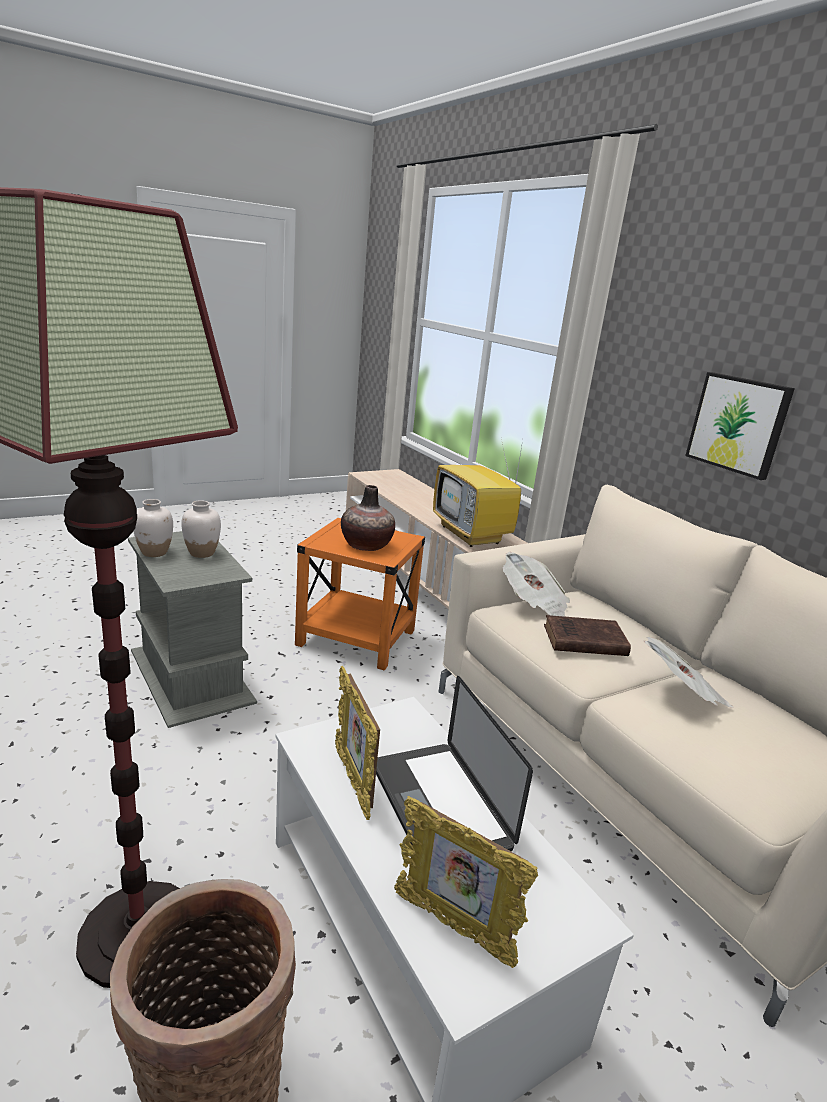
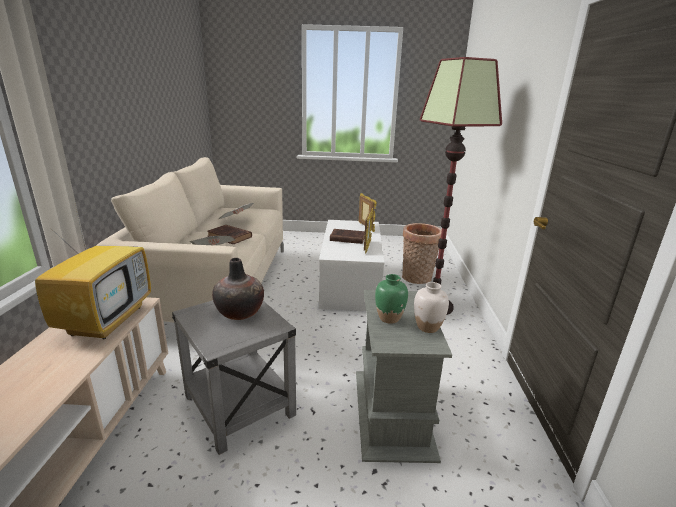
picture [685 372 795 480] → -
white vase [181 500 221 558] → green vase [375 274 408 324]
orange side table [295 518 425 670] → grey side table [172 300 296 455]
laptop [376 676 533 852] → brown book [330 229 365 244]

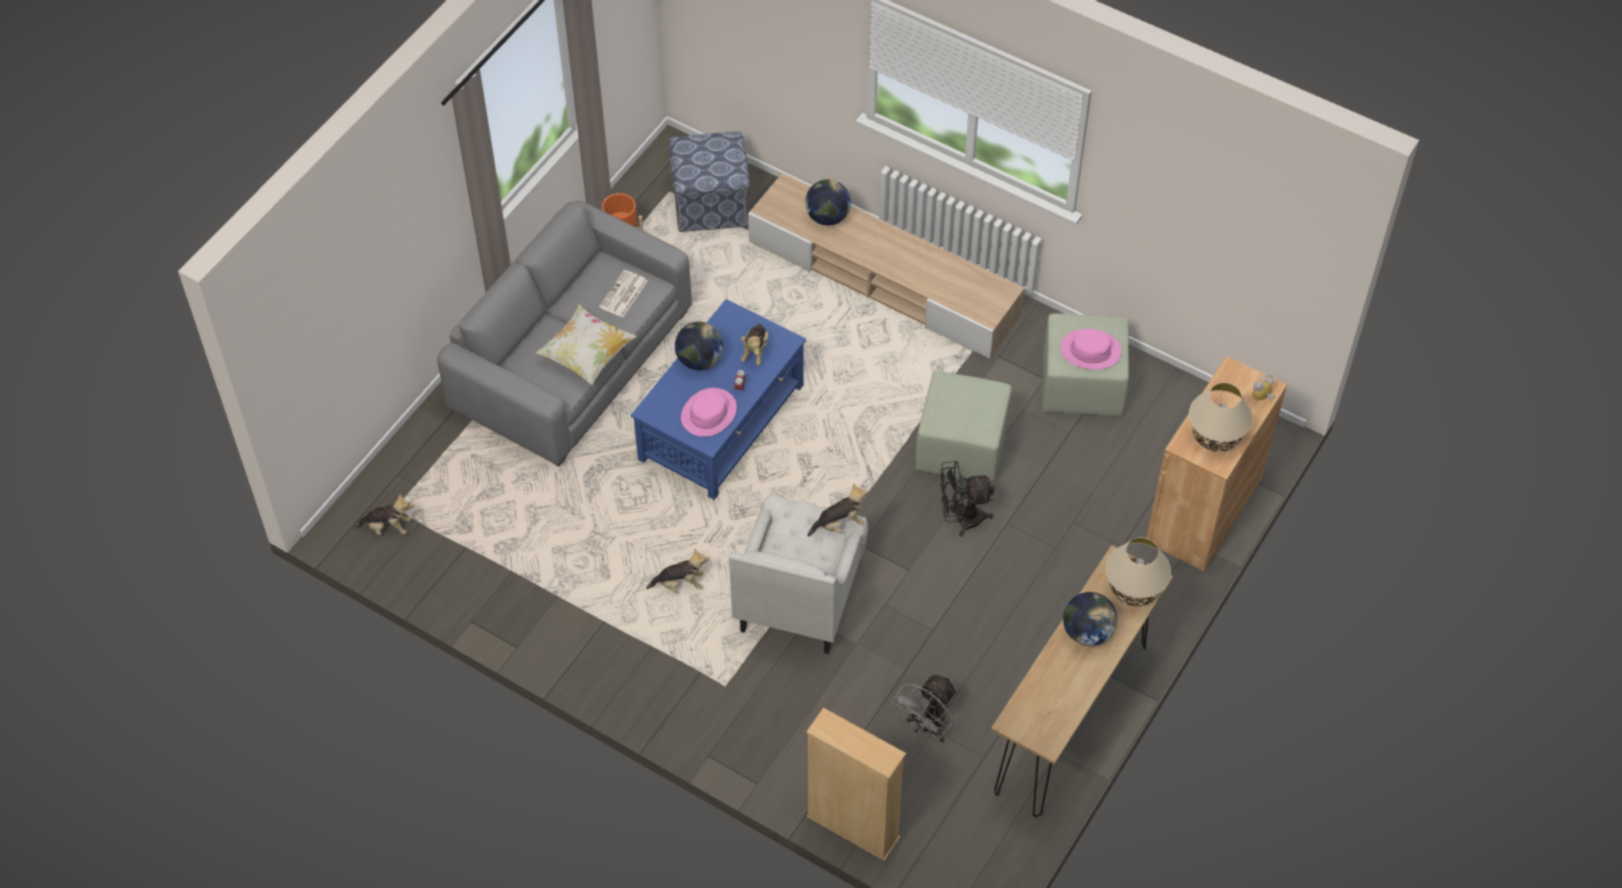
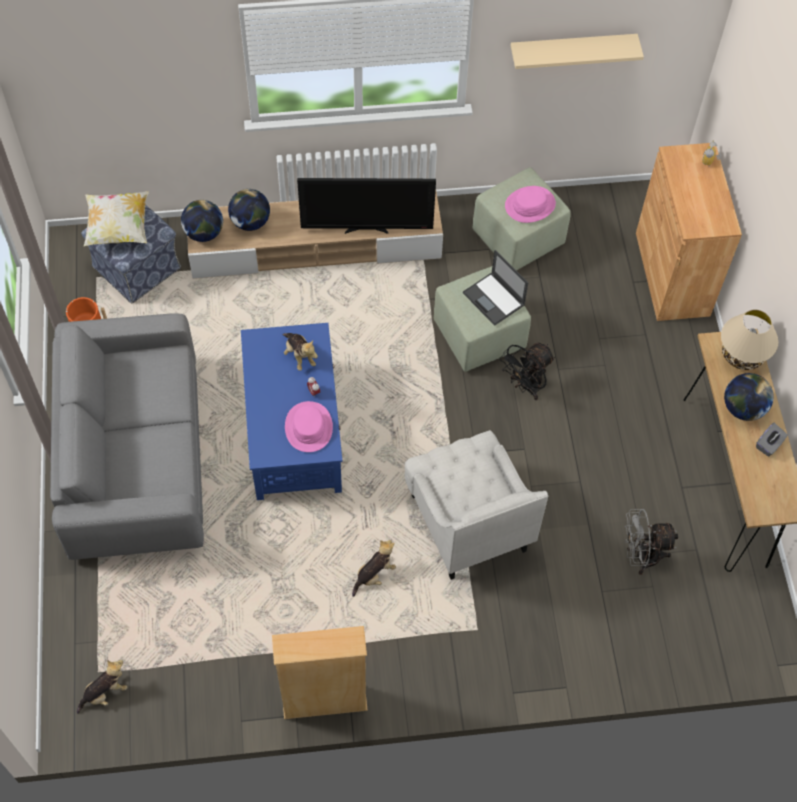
newspaper [599 270 647 317] → -
pillow [536 305 636 385] → pillow [84 191 149 246], relocated
globe [675 322 723 370] → globe [181 200 223 242], relocated
beige table lamp [1189 383 1253 451] → -
plush toy [807 484 867 537] → -
grey fan [892 675 957 743] → grey fan [625 509 678 575], 90 degrees clockwise
beige bookcase [806 708 906 861] → beige bookcase [272 626 367 719], relocated
- → beige shelf [511 34 644 69]
- → television [297 178 436 234]
- → laptop [463 250 528 326]
- → grey tissue box [756 423 788 456]

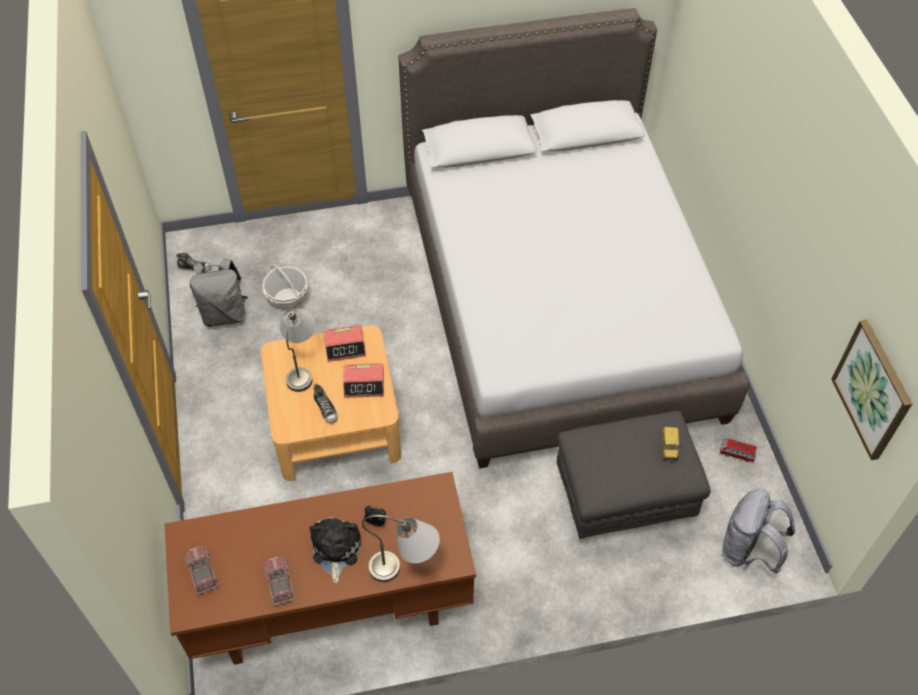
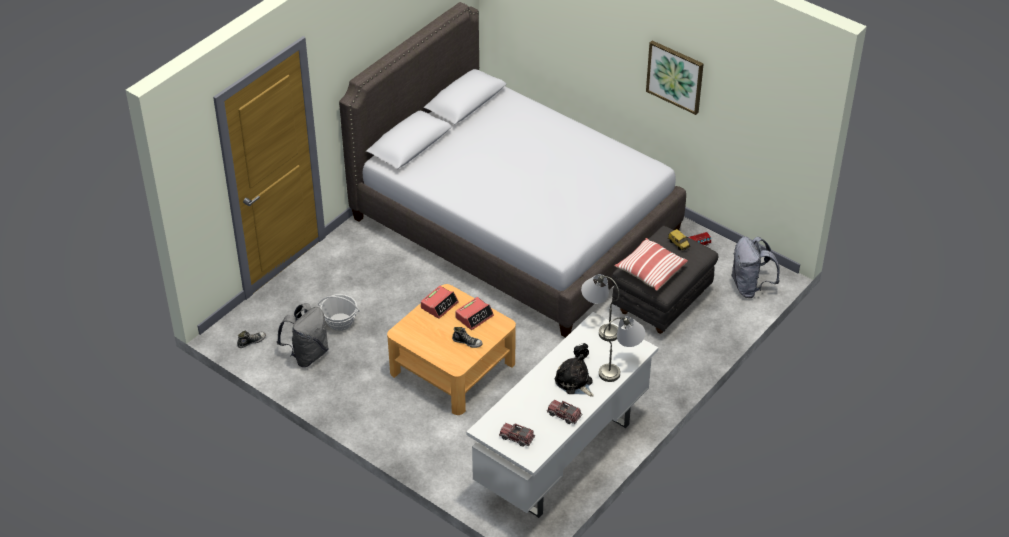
grey table lamp [280 308 315 392] → grey table lamp [581 274 619 341], relocated
picture [831 320 912 460] → picture [646 41 704 115], relocated
brown desk [165 472 476 665] → white desk [466 312 658 518]
- → pillow [615 238 688 291]

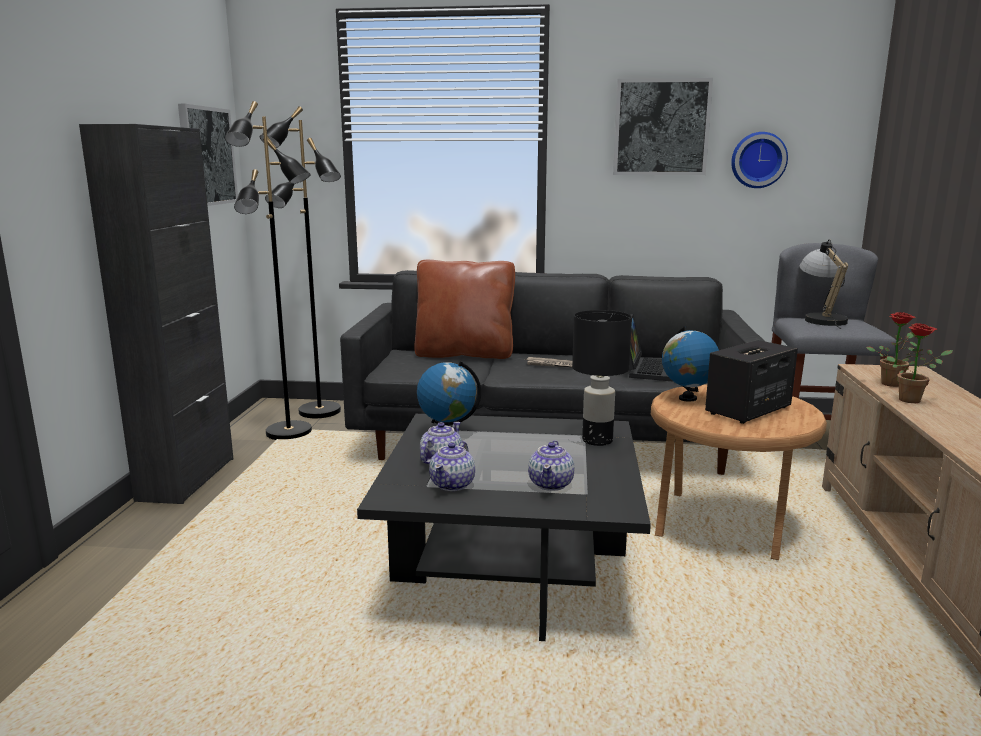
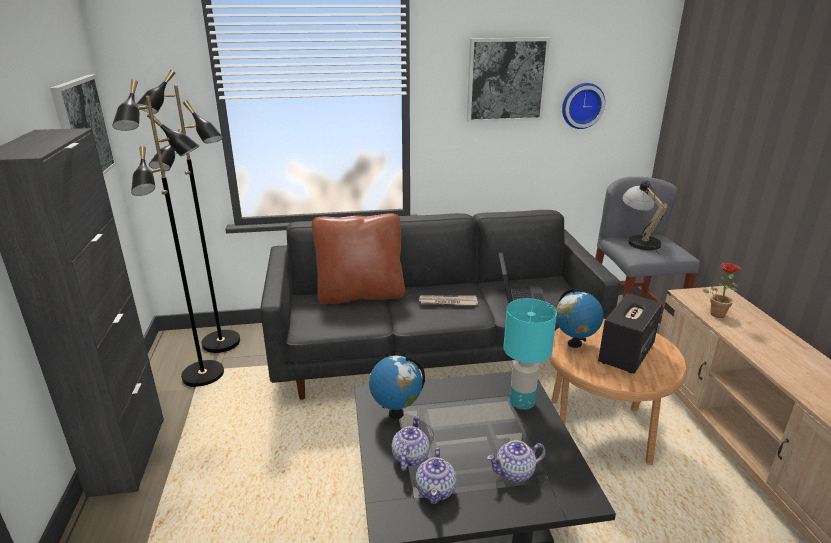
black table lamp [572 310 632 446] → turquoise table lamp [503 298 557 410]
potted plant [887 323 953 403] → -
teapot [528 440 574 491] → teapot [487 440 546 482], 75 degrees clockwise

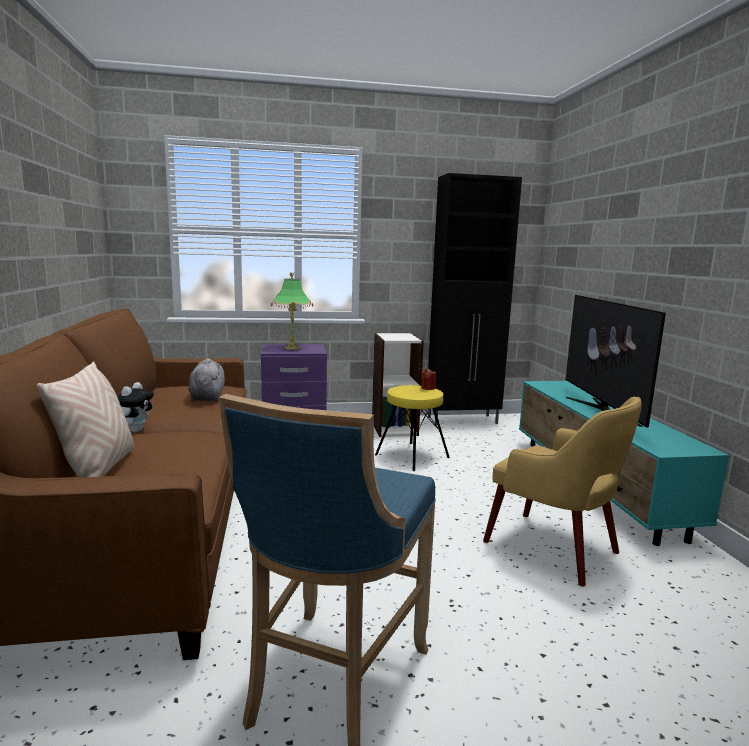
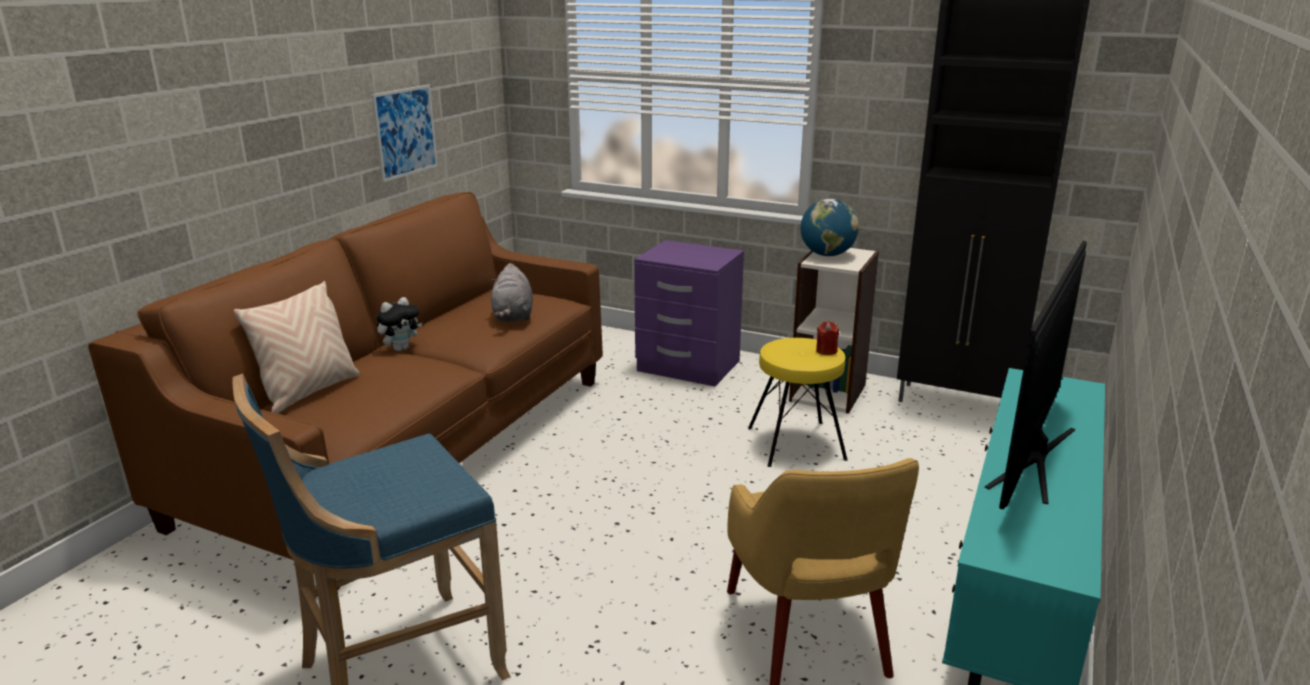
table lamp [271 272 313 350] → -
grey plush toy [189 358 225 401] → grey plush toy [490 263 533 322], 150 degrees clockwise
- → picture [372 85 438 182]
- → globe [801 199 859 256]

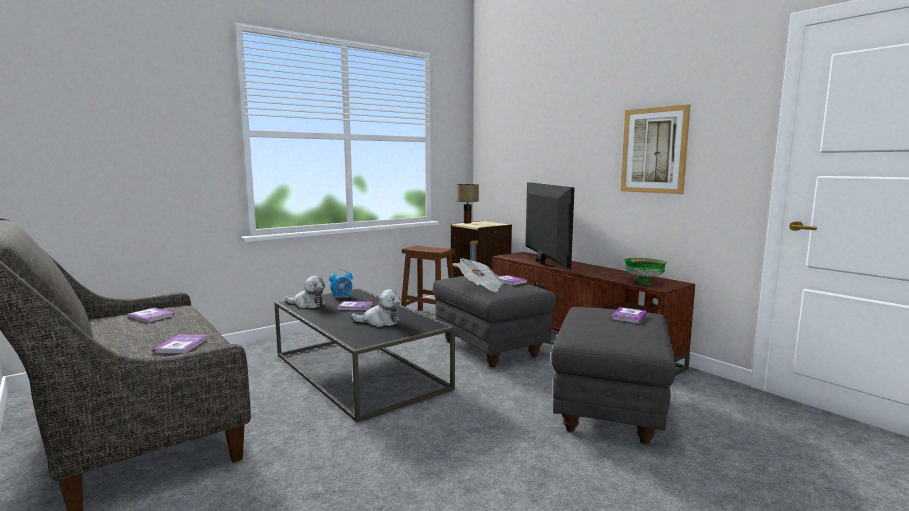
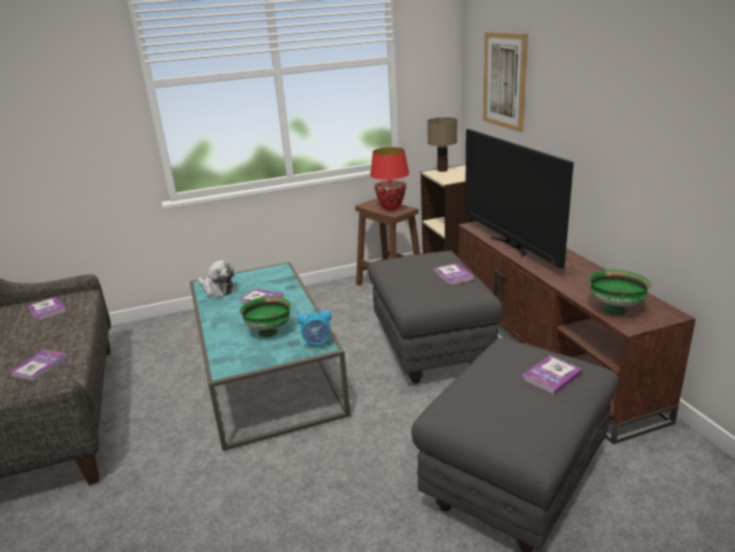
picture [621 104 690 194] → picture [483 32 528 132], relocated
television [525 182 575 269] → television [465 129 574 269], 150 degrees clockwise
newspaper [458 259 503 292] → -
alarm clock [329 269 353 299] → alarm clock [297 306 332 348], relocated
black coffee table [274 288 455 423] → turquoise coffee table [190 262 350 451]
plush toy [351 289 401 327] → green bowl [240 296 291 337]
- → red table lamp [370 147 409 211]

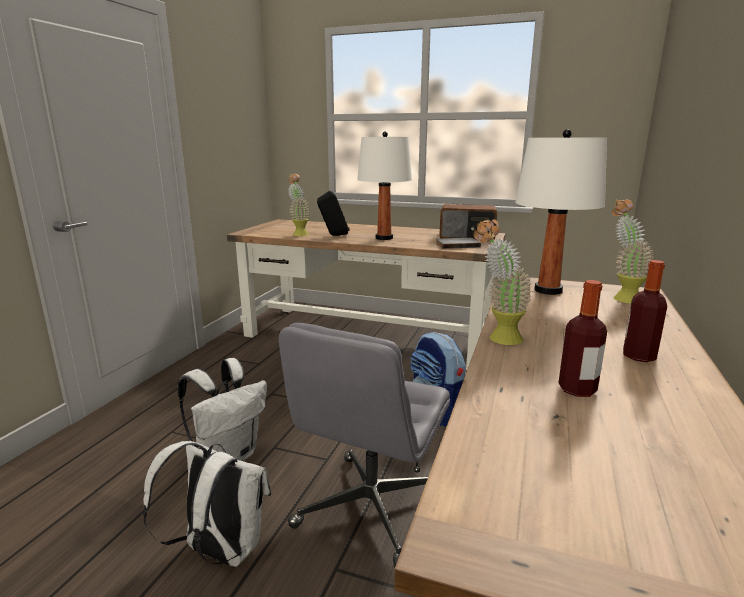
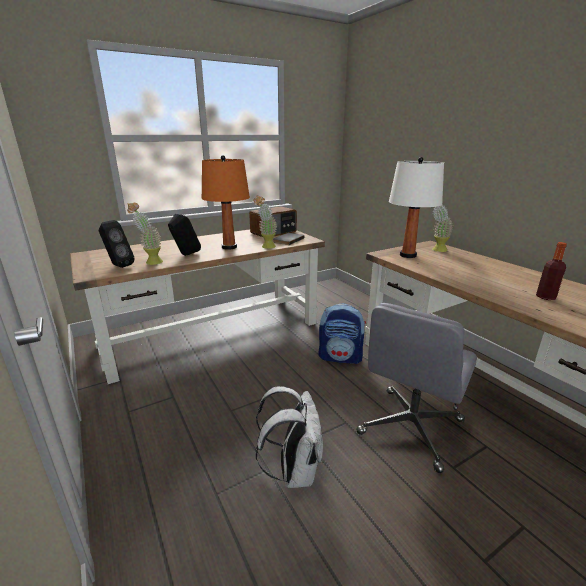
white table lamp [357 131 412 240] → orange table lamp [201 155 250 250]
potted plant [473 219 532 345] → potted plant [253 196 277 249], relocated
bottle [623 260 667 362] → -
grey office chair [279 323 450 568] → grey office chair [356 303 477 473], 60 degrees clockwise
white backpack [142 441 271 567] → -
- → black speaker [99 220 135 268]

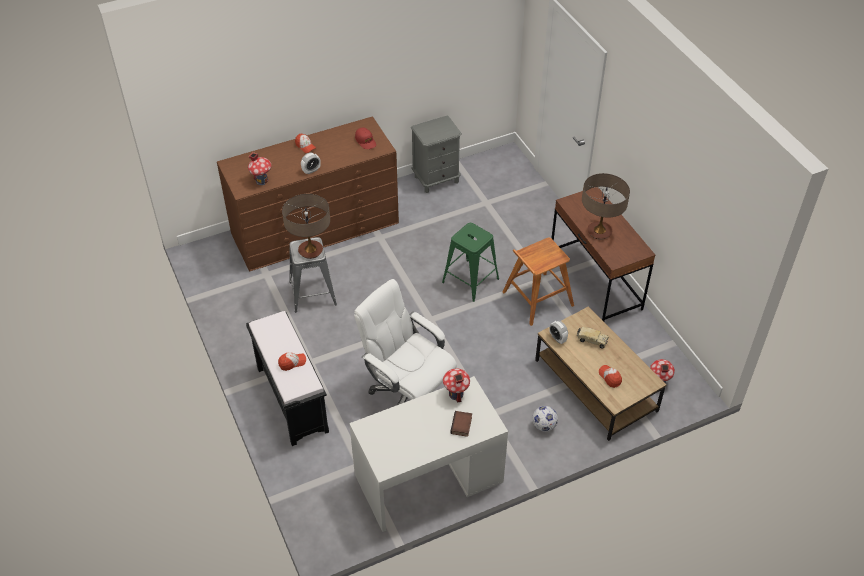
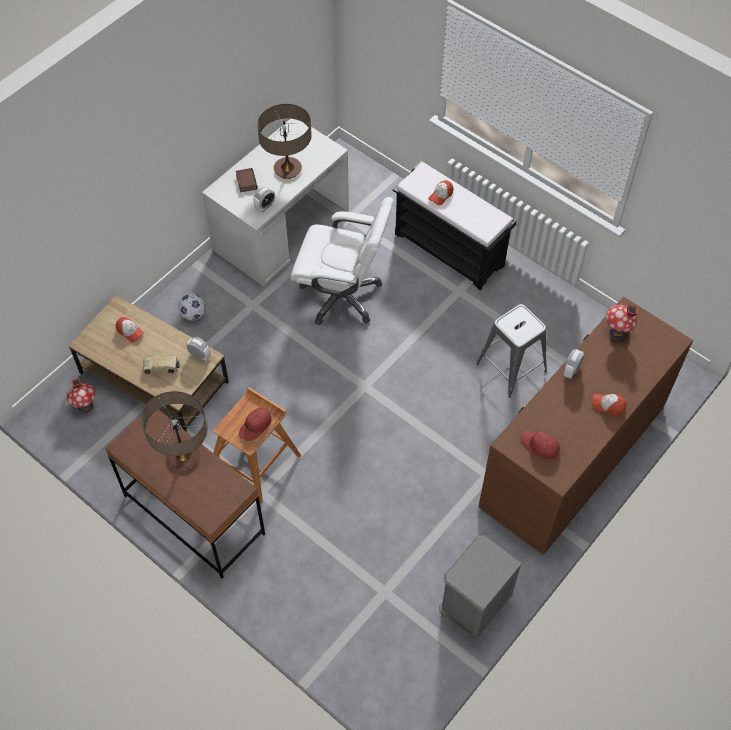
table lamp [282 194 330 259] → table lamp [257 104 312 179], relocated
green stool [442 223 499 302] → -
toy house [443 368 470 403] → alarm clock [253 187 275 212]
- → red cap [239 408 272 441]

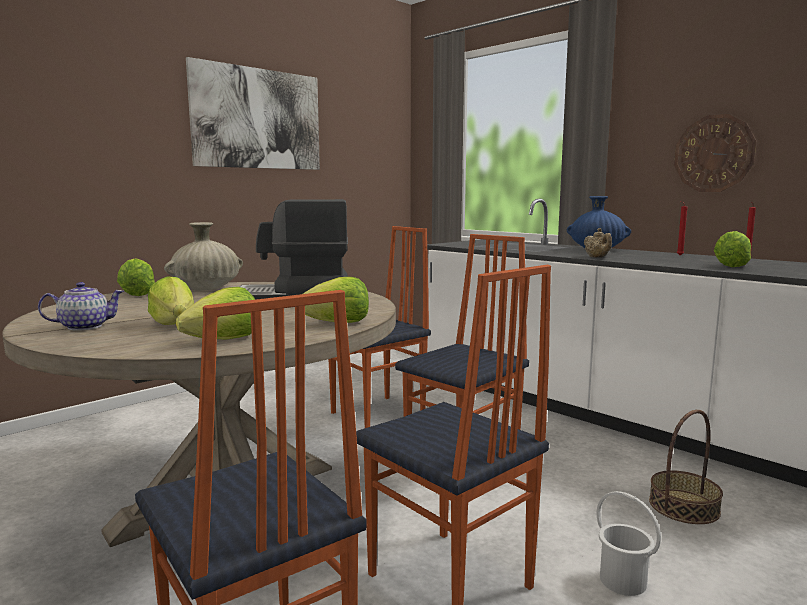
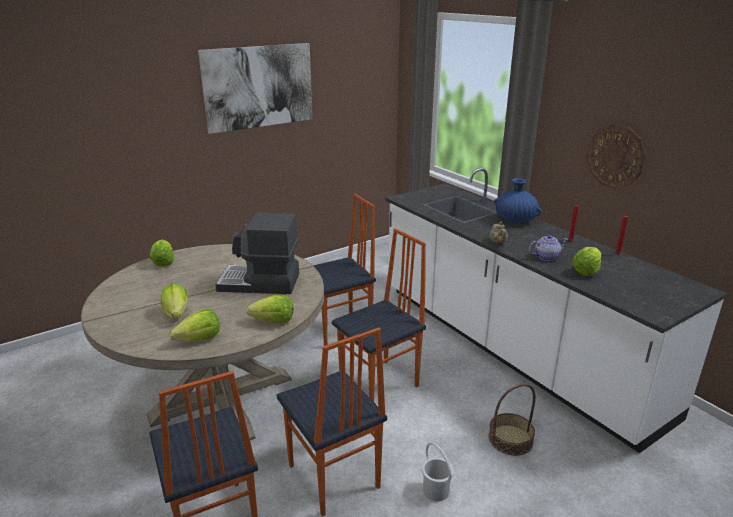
beige vase [164 222 243 290] → -
teapot [38 282 124 331] → teapot [529 235 568 261], relocated

